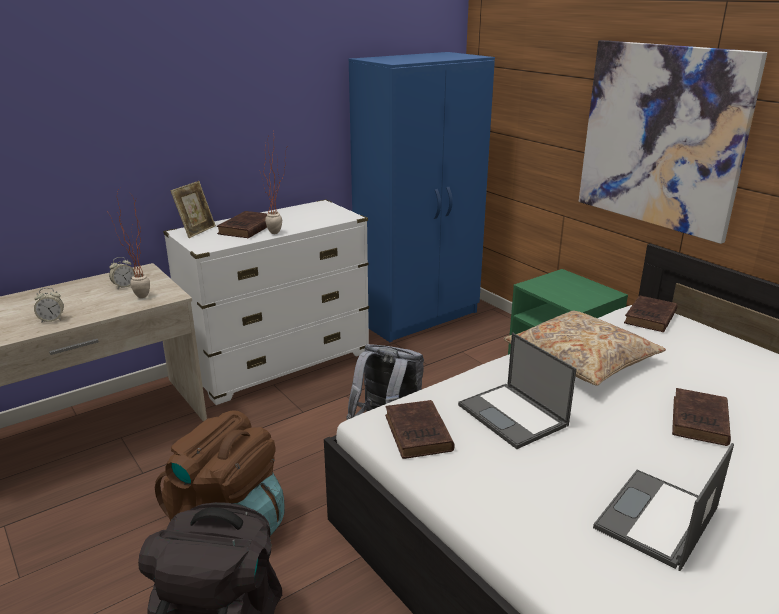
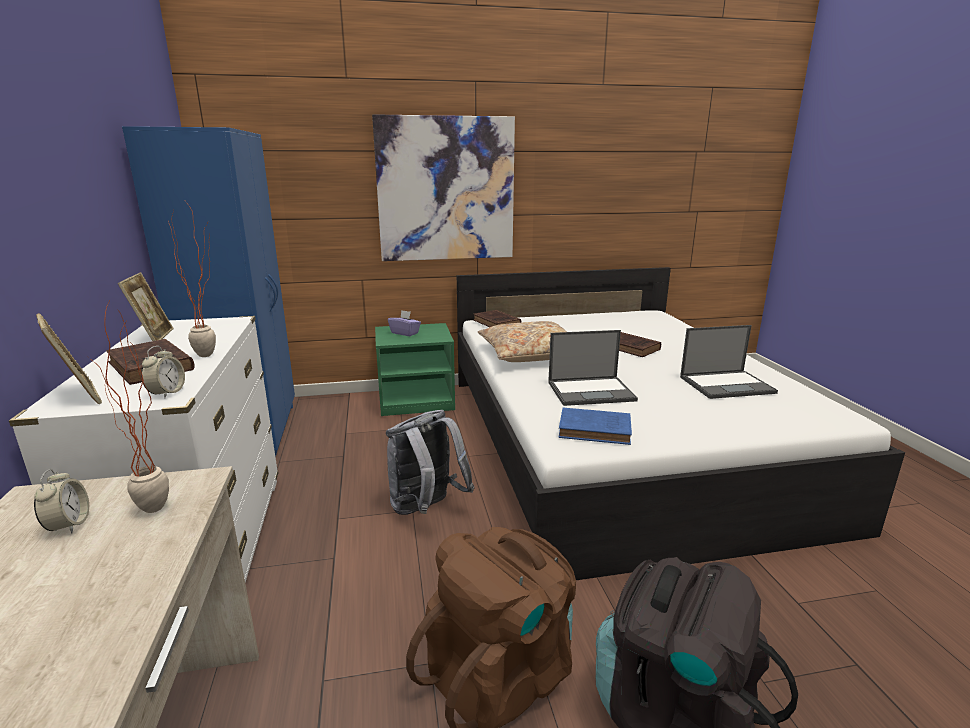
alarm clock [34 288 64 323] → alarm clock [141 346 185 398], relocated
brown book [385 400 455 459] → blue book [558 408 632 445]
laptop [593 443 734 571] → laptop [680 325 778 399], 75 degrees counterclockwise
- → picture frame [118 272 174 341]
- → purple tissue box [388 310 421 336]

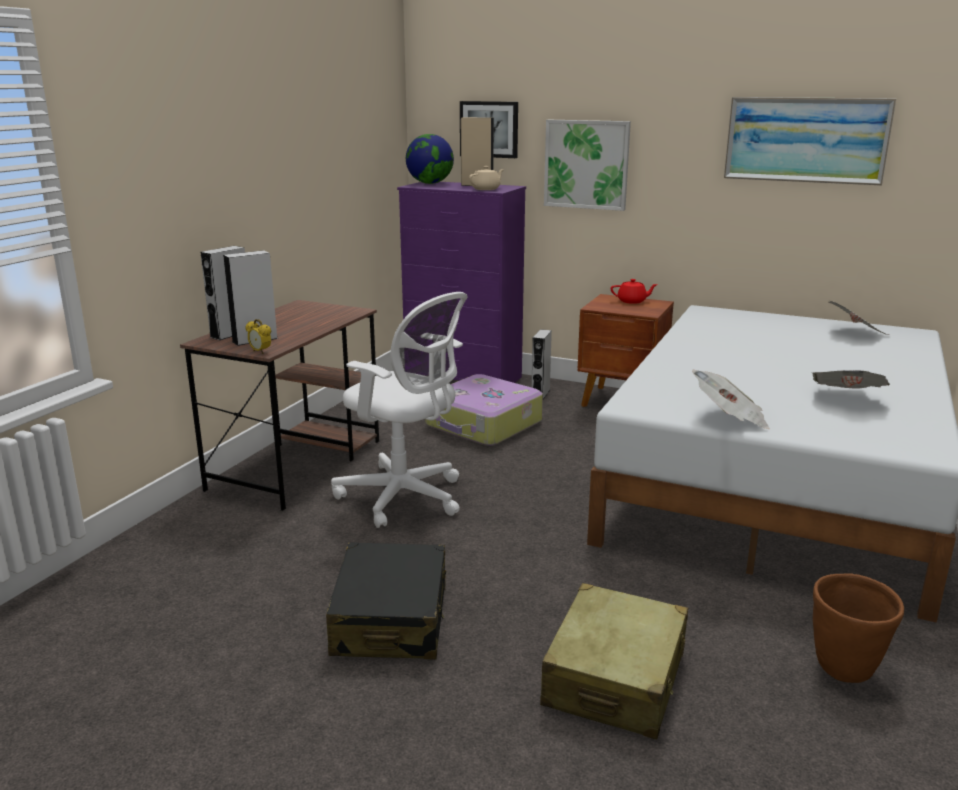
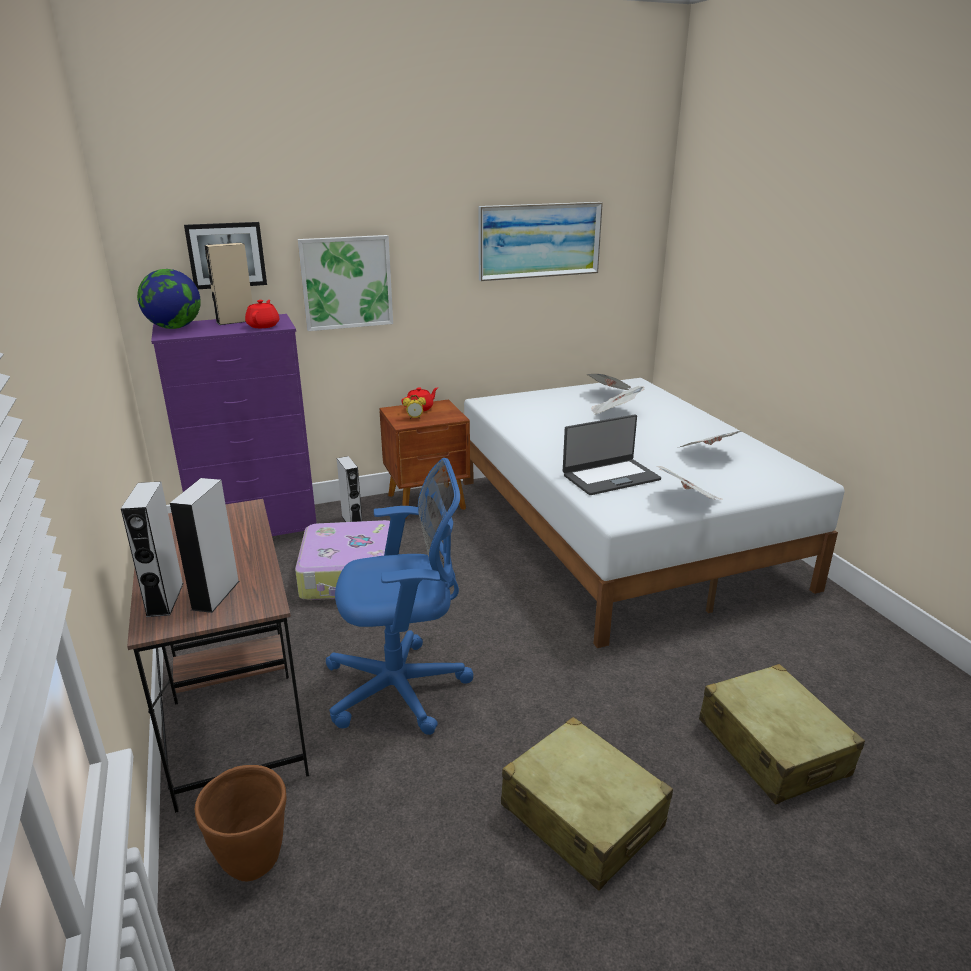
beige teapot [469 166 504 190] → red teapot [245 300 279 328]
white office chair [331 292 467 528] → blue office chair [326 458 474 735]
alarm clock [245 319 271 354] → alarm clock [403 395 426 419], relocated
black suitcase [326 542 447 660] → beige suitcase [501 717 673 891]
brown planter [813 573 904 683] → brown planter [195 765 286 882], relocated
- → newspaper [591 386 645 415]
- → laptop [563 415 661 495]

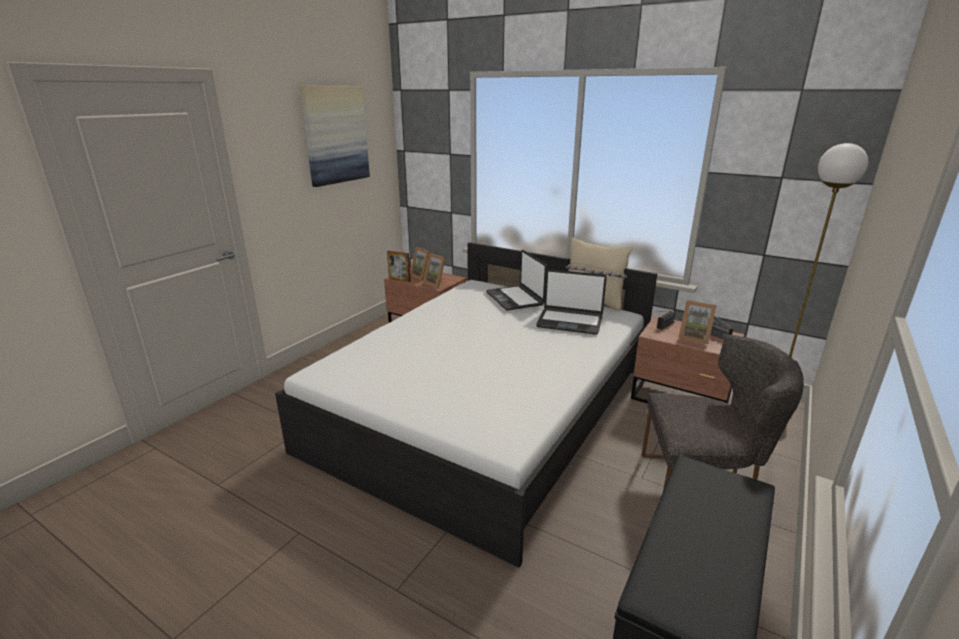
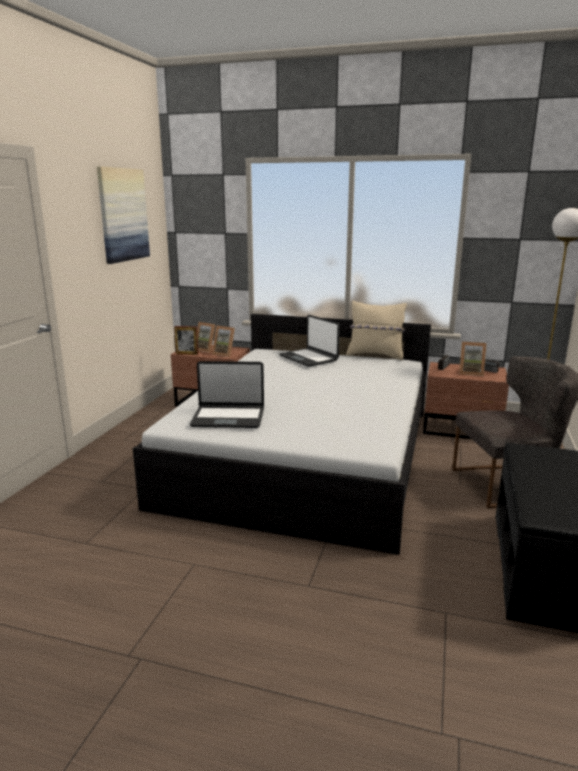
laptop [536 269 607 335] → laptop [190 361 264 428], relocated

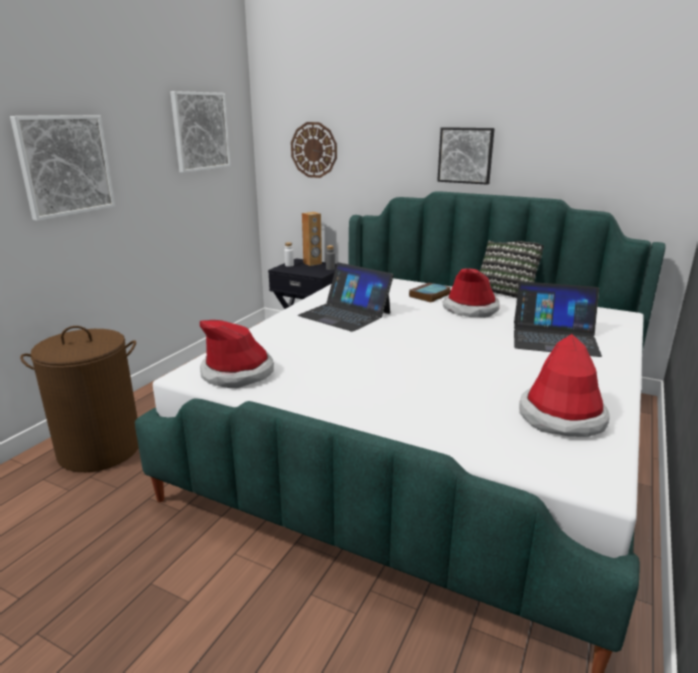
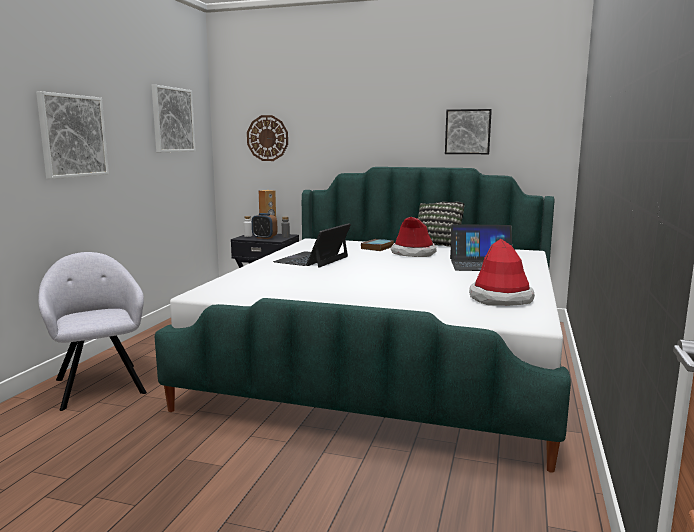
picture [437 127 495 185] → picture [445 109 492 154], relocated
laptop [297 262 394 332] → laptop [273 223 351 268], 90 degrees clockwise
hat [200 320 274 388] → -
brown laundry basket [20 326 139 472] → grey armchair [38 252 147 411]
- → alarm clock [252 213 277 239]

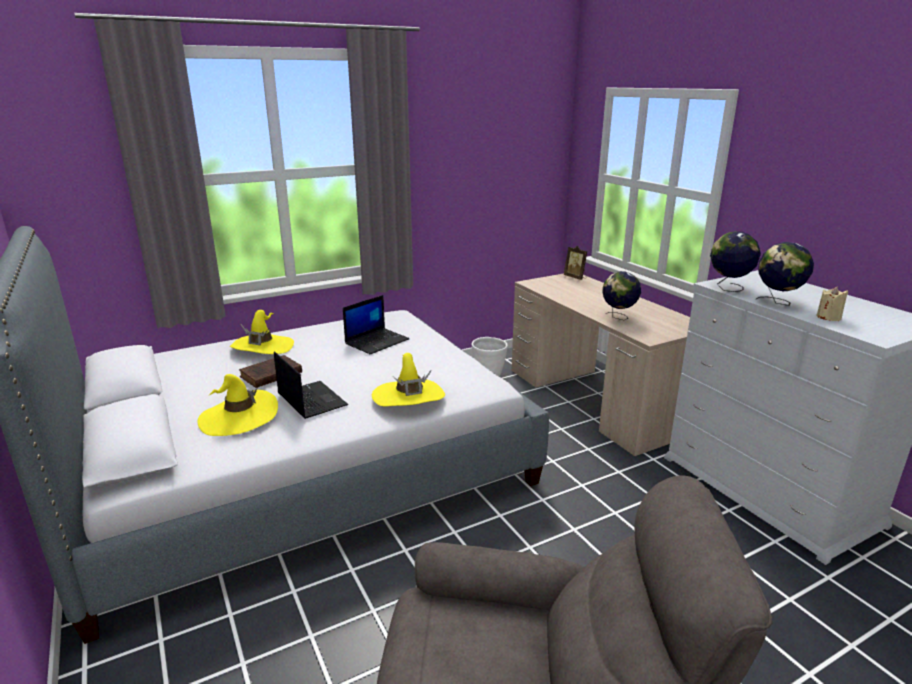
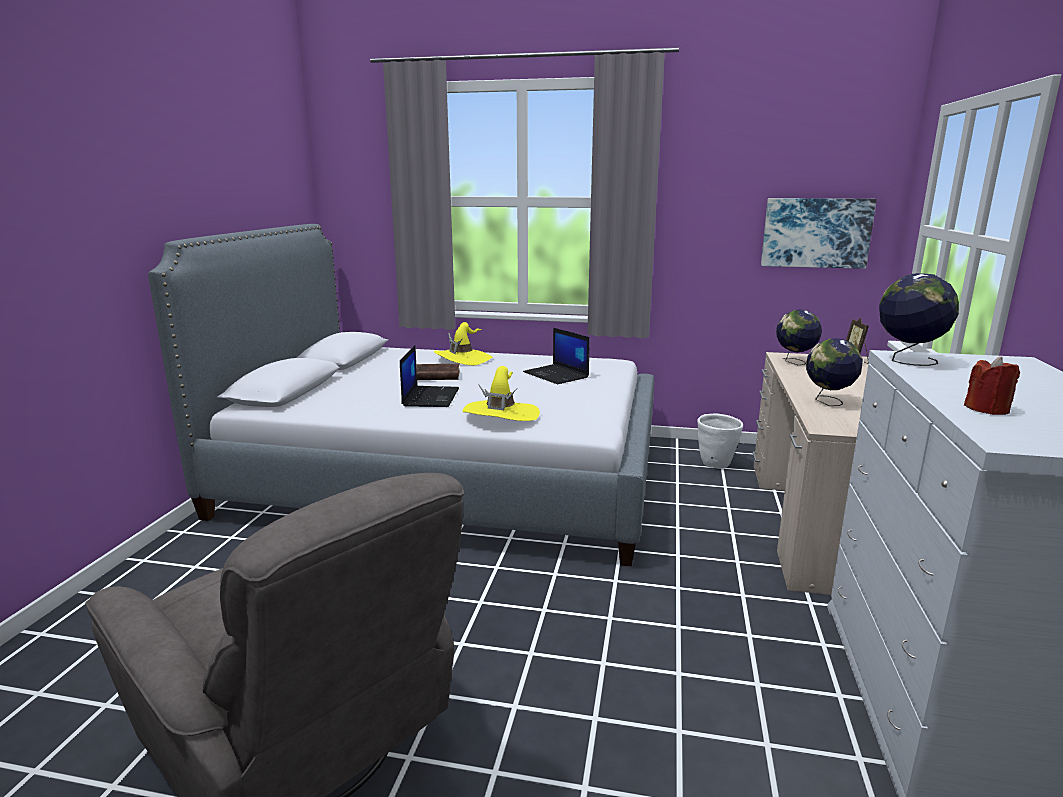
globe [756 242 814 306] → globe [776 309 822 365], relocated
beige candle [816 286 848 321] → red candle [964 356 1020 415]
laptop [343 295 409 355] → laptop [523 328 590 384], 60 degrees clockwise
yellow hat [197 374 278 436] → -
- → picture [761 198 877 269]

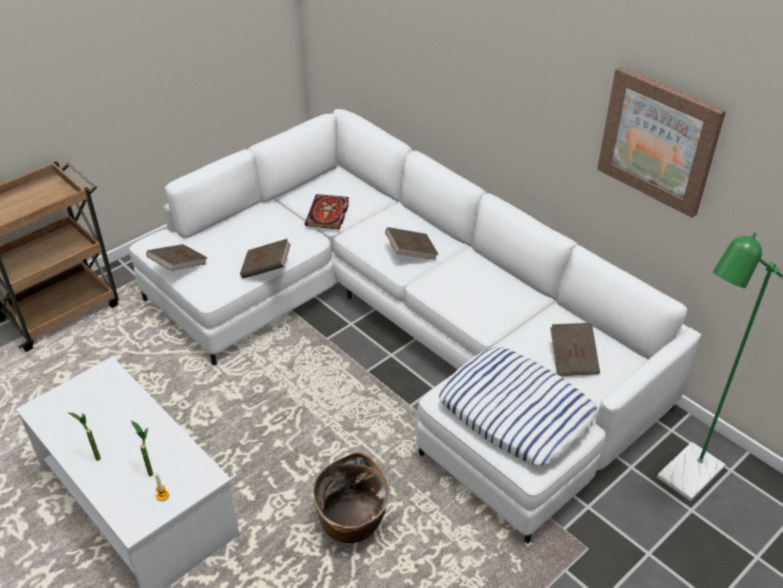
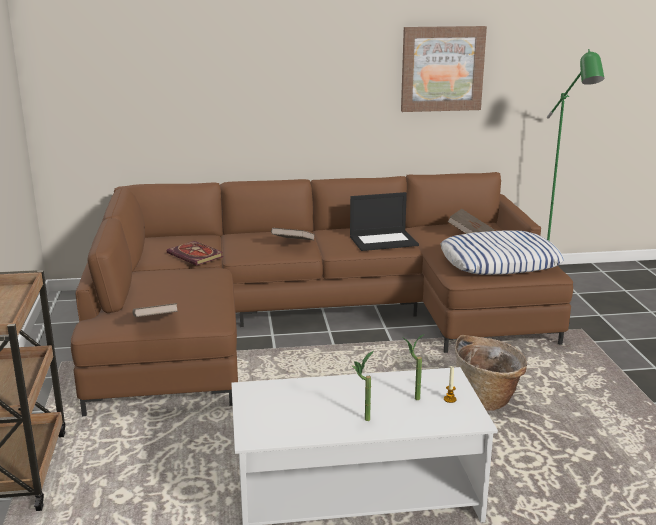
white sofa [129 109 702 544] → brown sofa [71 172 573 416]
brown book [240 239 291 279] → -
- → laptop [350 192 419 251]

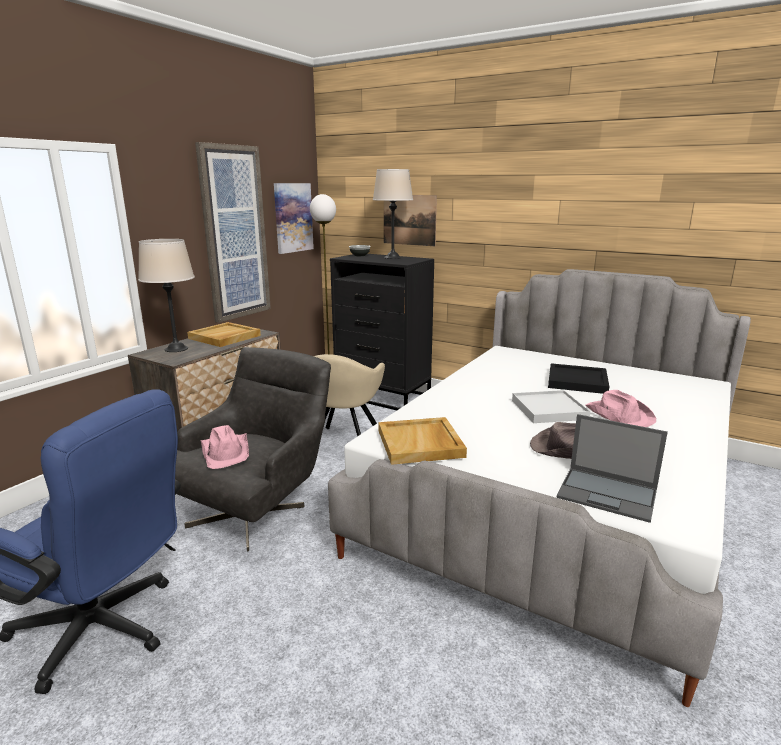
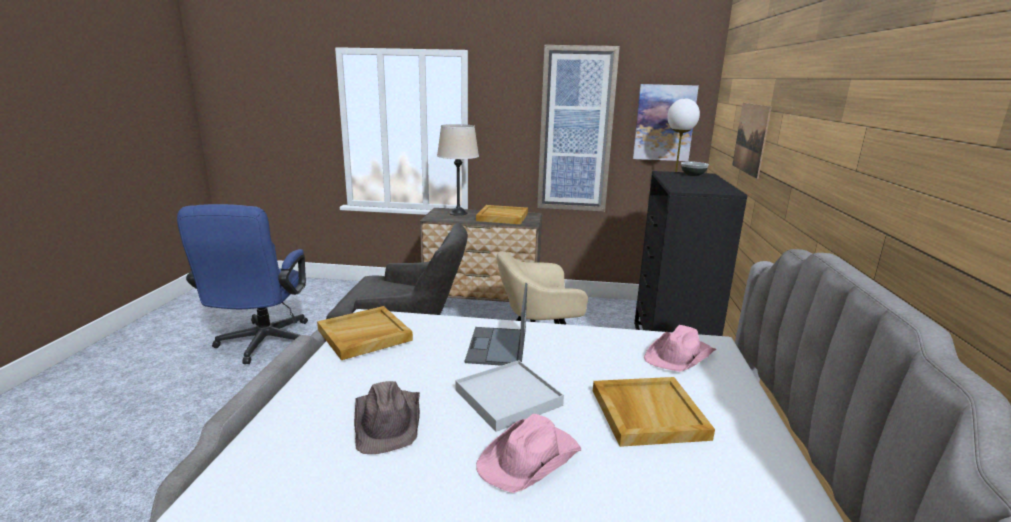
beige table lamp [373 169 413 259] → -
black tray [548 363 609 394] → beige tray [593 377 715 447]
laptop [557 414 668 523] → laptop [465 283 527 366], relocated
pink hat [201 425 249 469] → pink hat [644 325 716 372], relocated

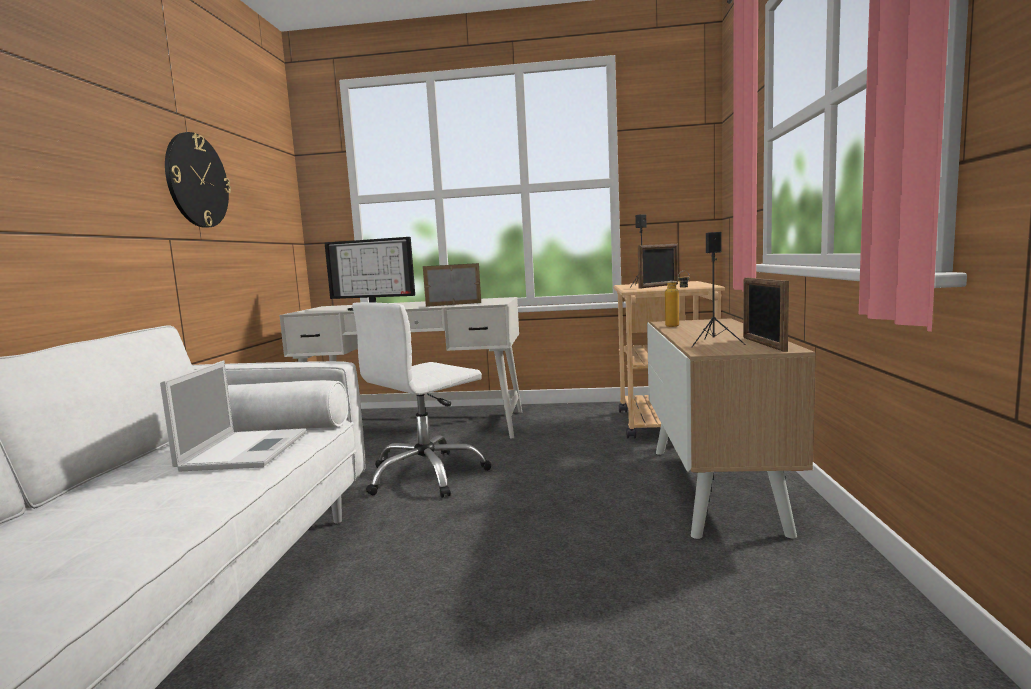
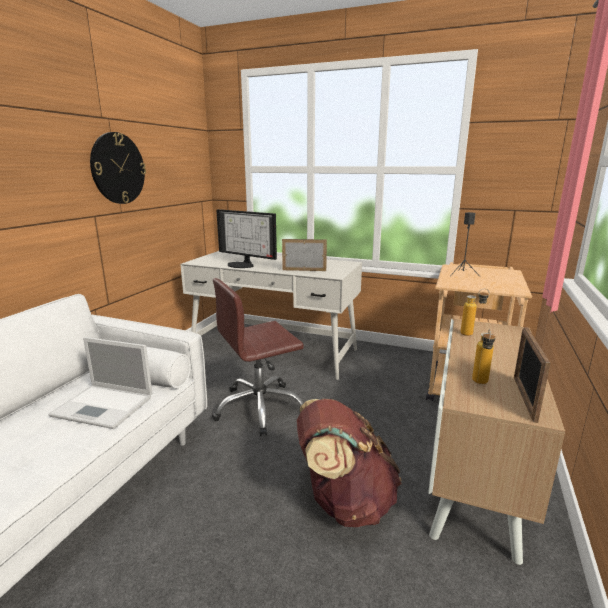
black speaker [691 232 746 347] → bottle [472 329 495 384]
picture frame [638 244 678 289] → -
white office chair [352 302 491 498] → brown office chair [212 278 304 436]
laptop [160 361 306 472] → laptop [48 337 152 429], 90 degrees clockwise
- → brown backpack [297 399 402 527]

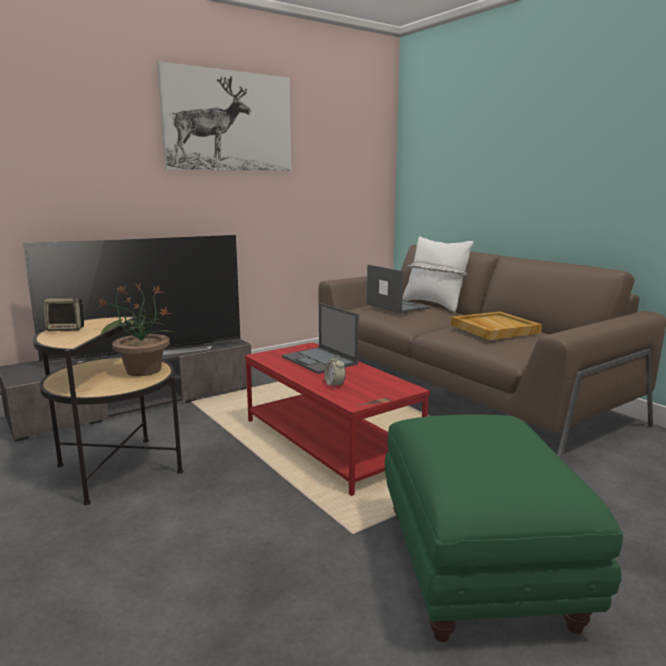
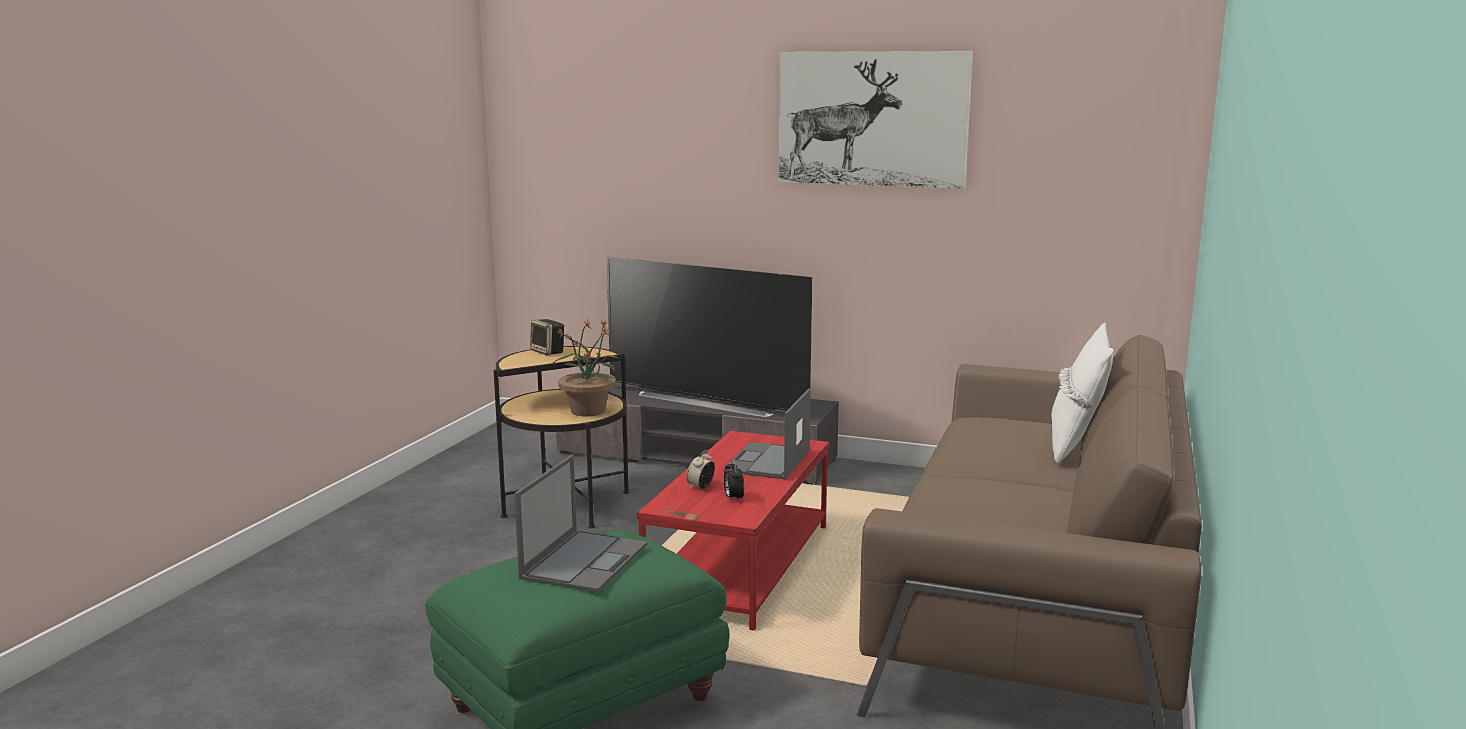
laptop [367 265 430 313] → laptop [514 455 647 593], relocated
beige tray [451 311 542 340] → -
- → alarm clock [724 460 744 502]

